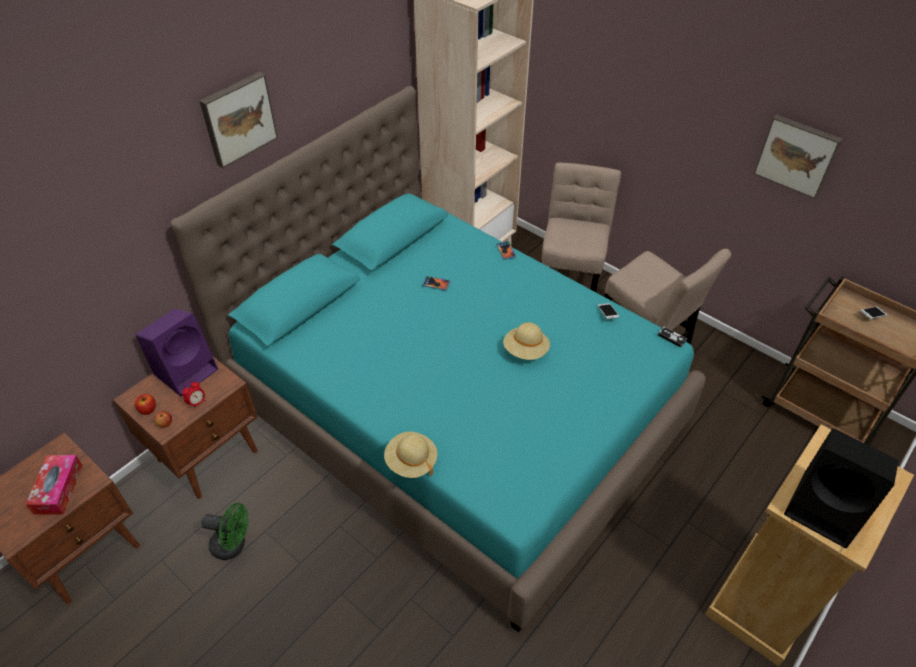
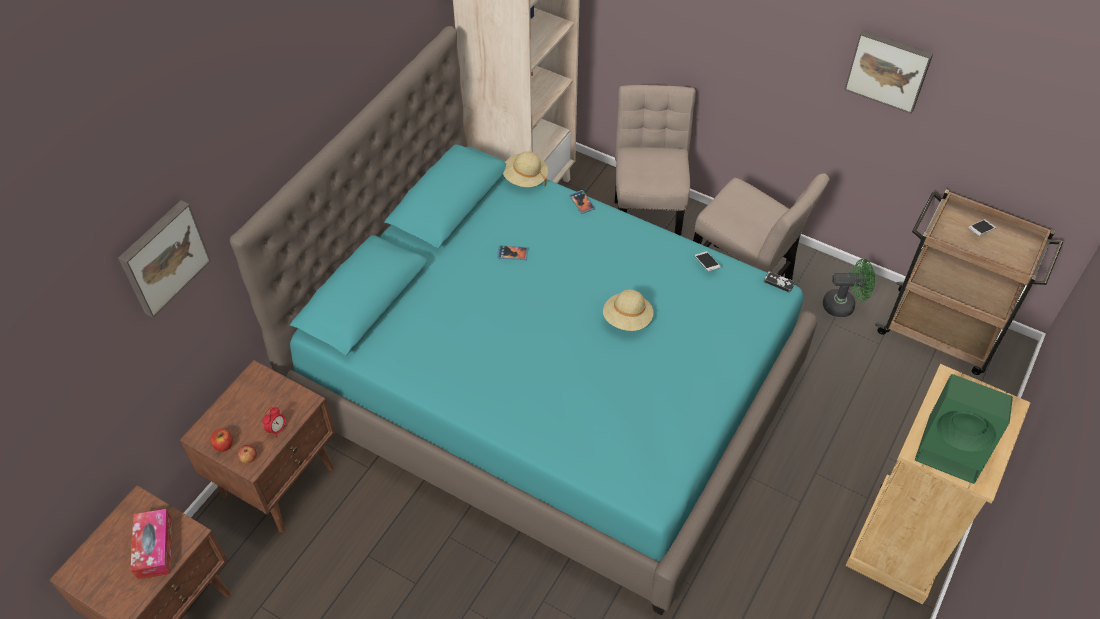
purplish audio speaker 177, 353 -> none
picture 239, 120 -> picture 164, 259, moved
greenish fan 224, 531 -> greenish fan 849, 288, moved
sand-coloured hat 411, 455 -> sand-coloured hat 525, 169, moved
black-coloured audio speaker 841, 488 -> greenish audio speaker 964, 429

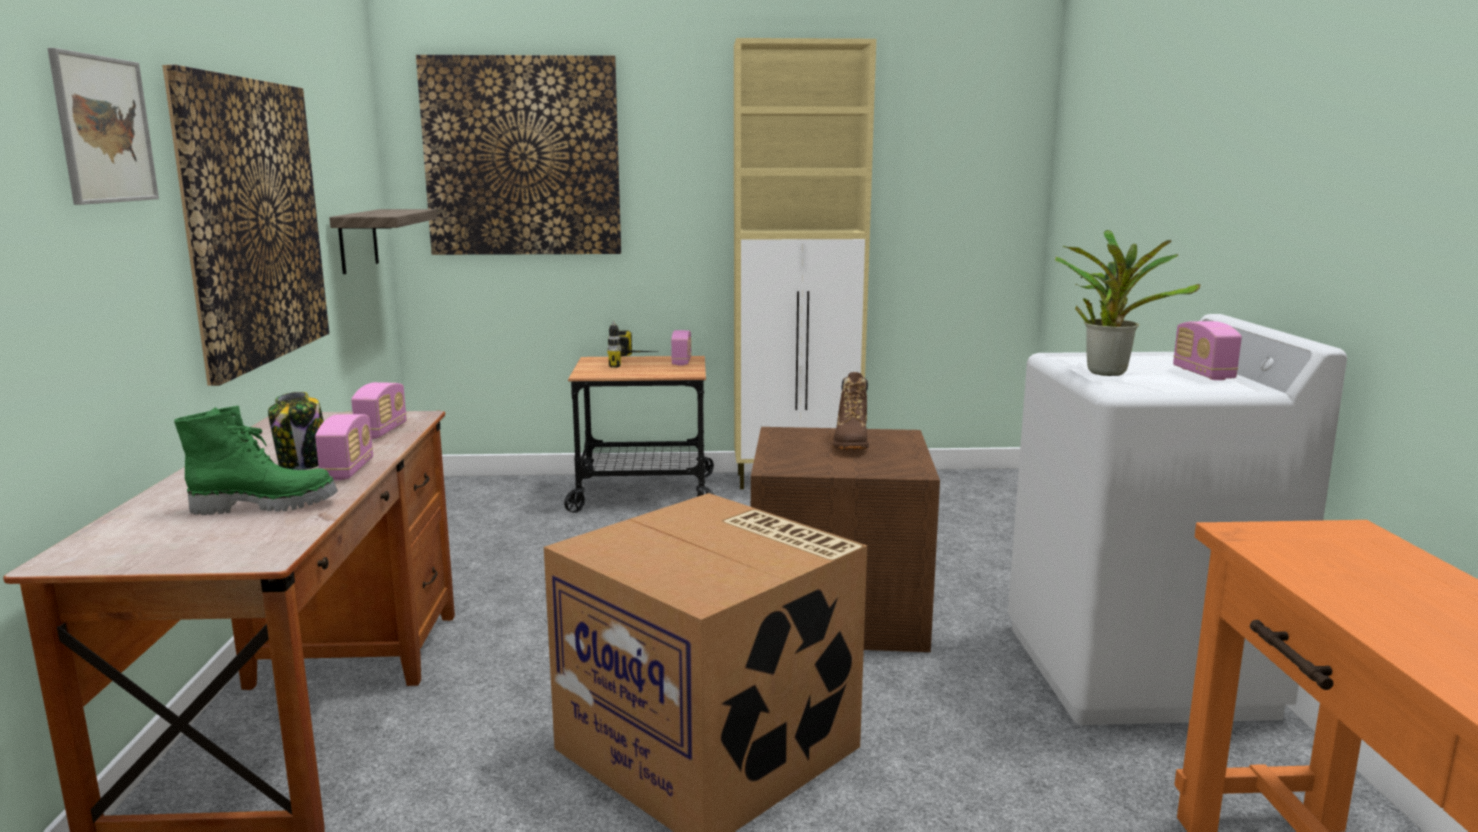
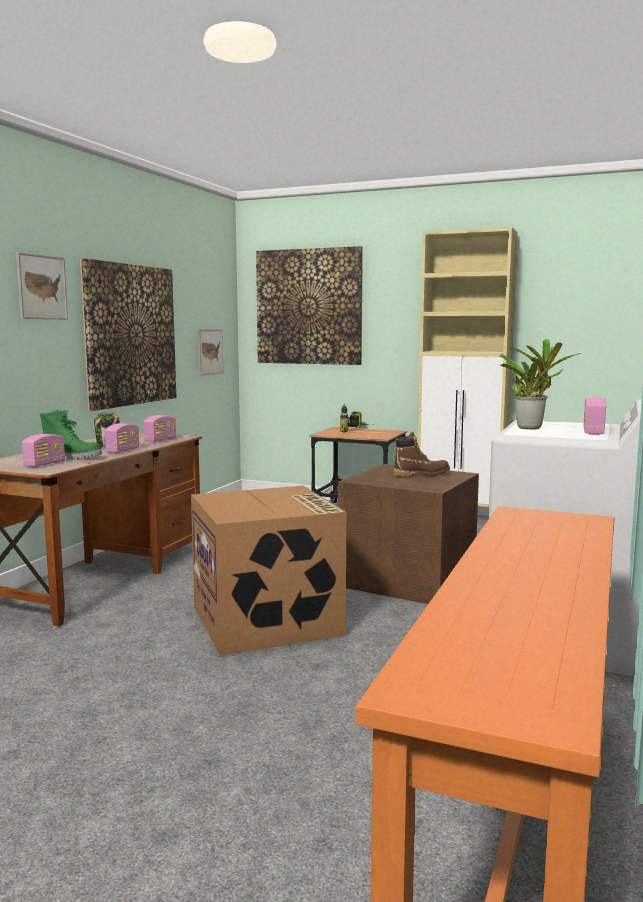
radio 681, 347 -> radio 43, 451, moved
wall shelf 383, 241 -> picture 210, 352
brown-coloured high-top boot 851, 411 -> brown-coloured high-top boot 421, 454, 135 degrees counterclockwise

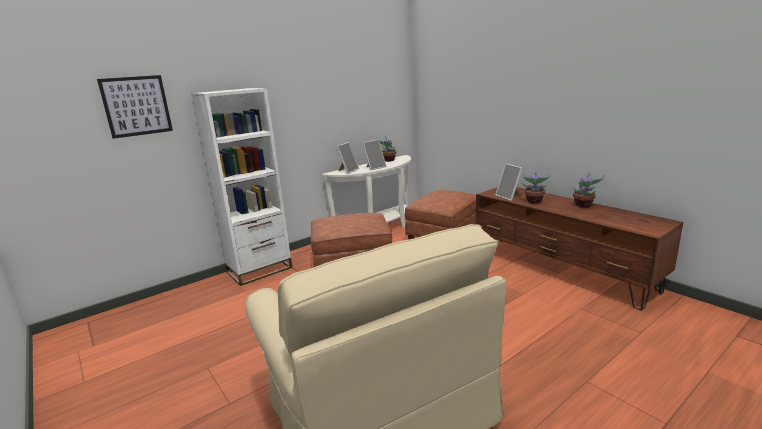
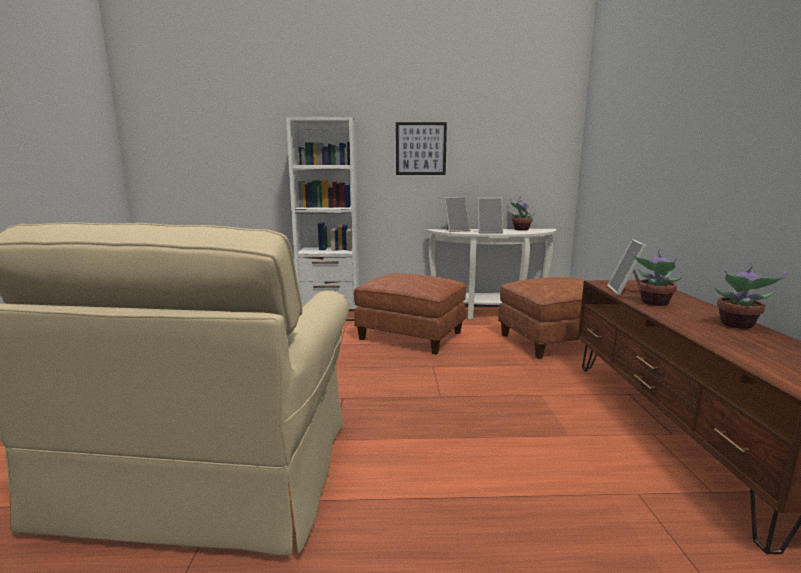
picture 135, 107 -> picture 421, 148, moved

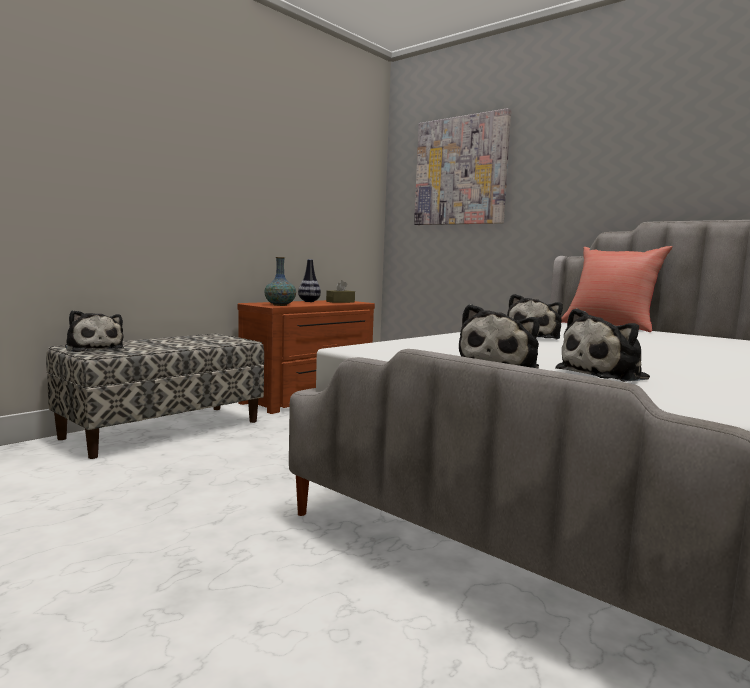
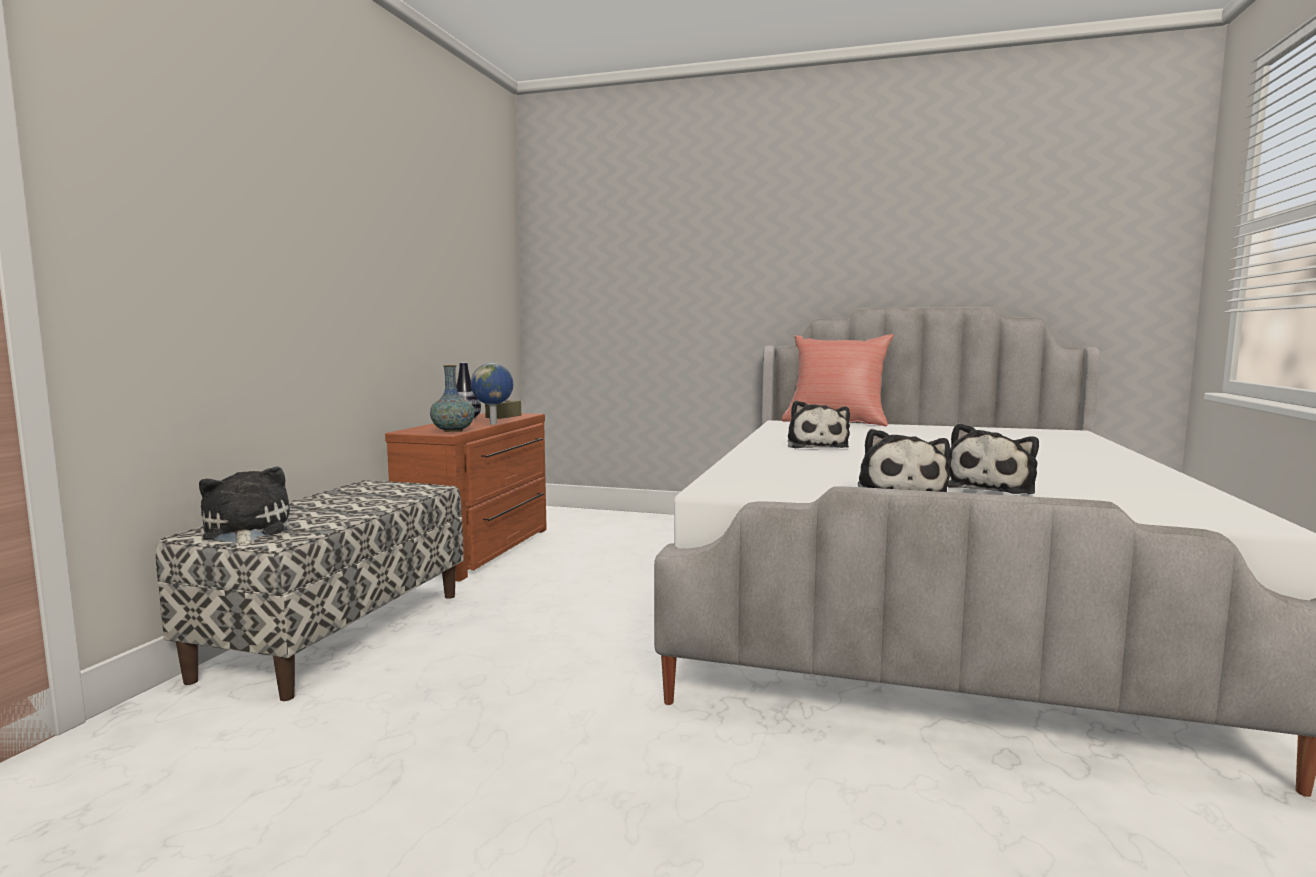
picture 462, 166 -> none
none -> globe 492, 393
plush toy 94, 331 -> plush toy 244, 506, 135 degrees counterclockwise

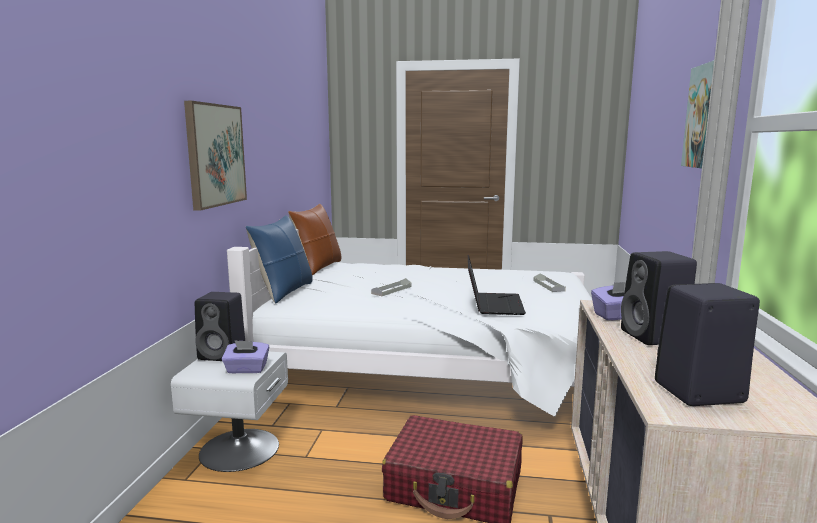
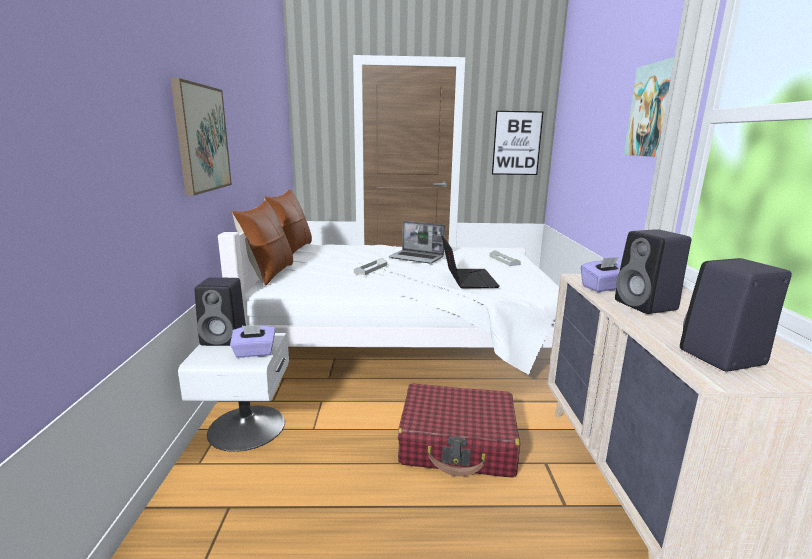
none -> portable computer 417, 242
none -> picture 517, 143
blue throw pillow 279, 259 -> brown-coloured throw pillow 262, 243

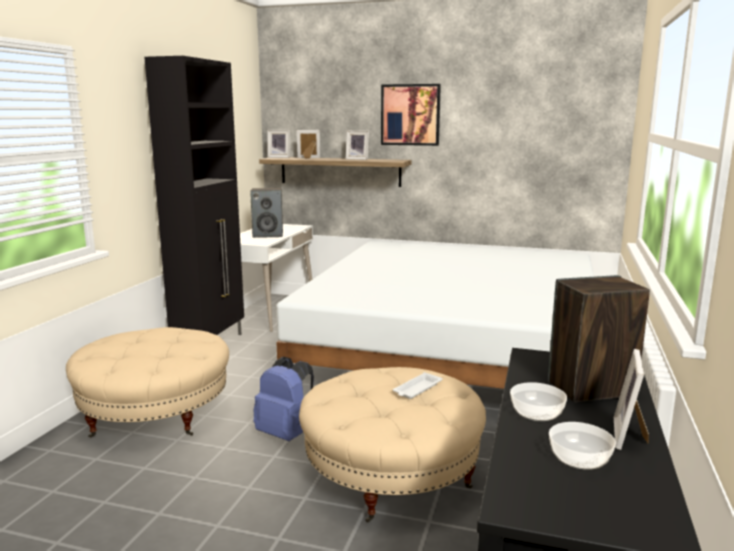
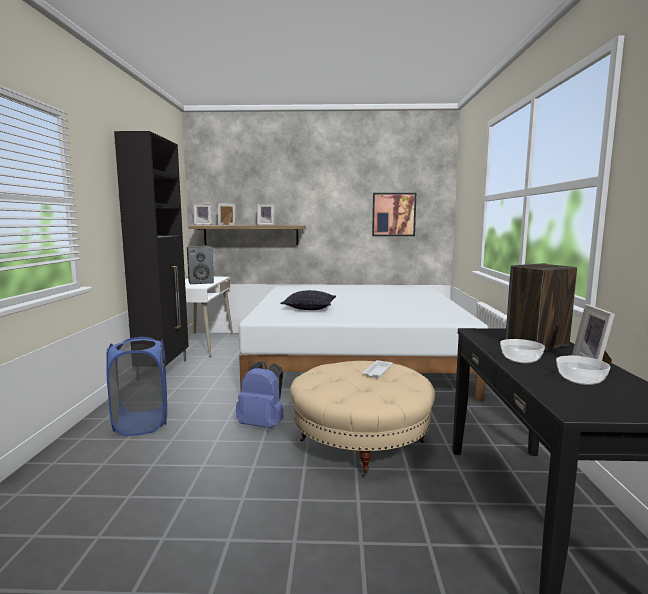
none -> throw pillow 308, 300
picture 411, 115 -> picture 394, 214, moved
sand-coloured pouffe 147, 382 -> blue washing basket 136, 386

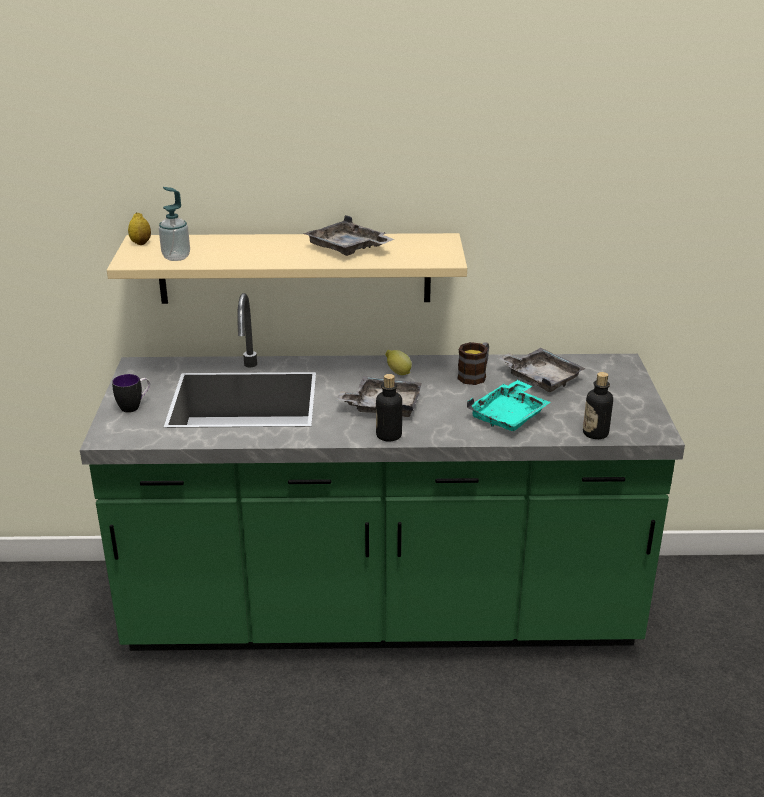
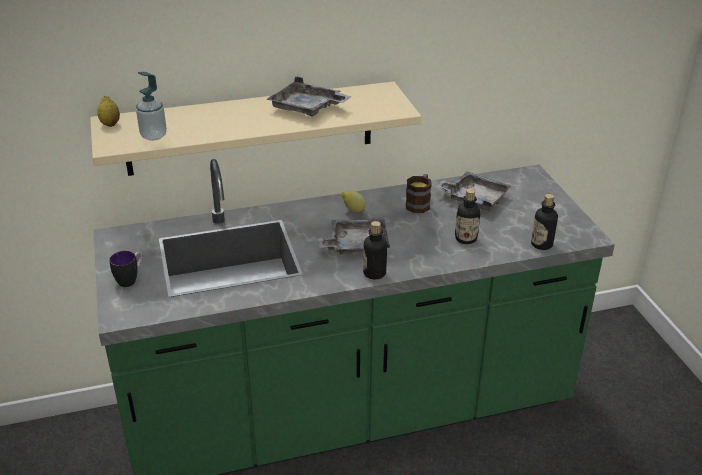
blue-green carrying tray 509, 405 -> beverage bottle 467, 216

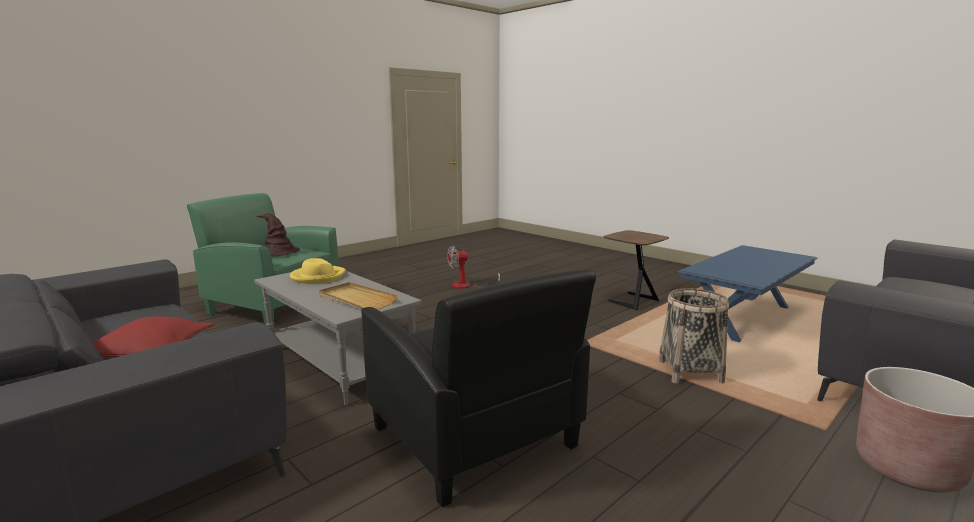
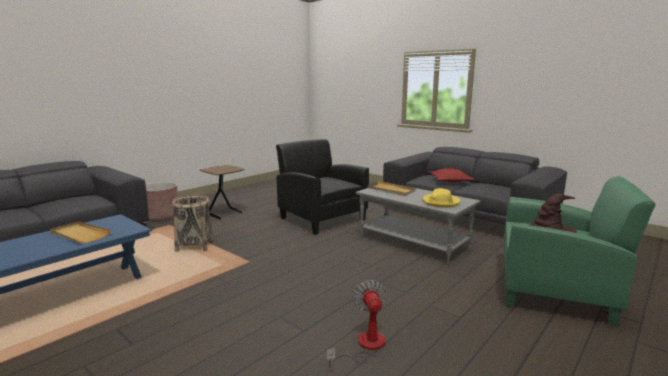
none -> sand-coloured carrying tray 80, 232
brown-coloured side table 636, 270 -> brown-coloured side table 222, 192, moved
fan 473, 267 -> fan 356, 324, 75 degrees counterclockwise

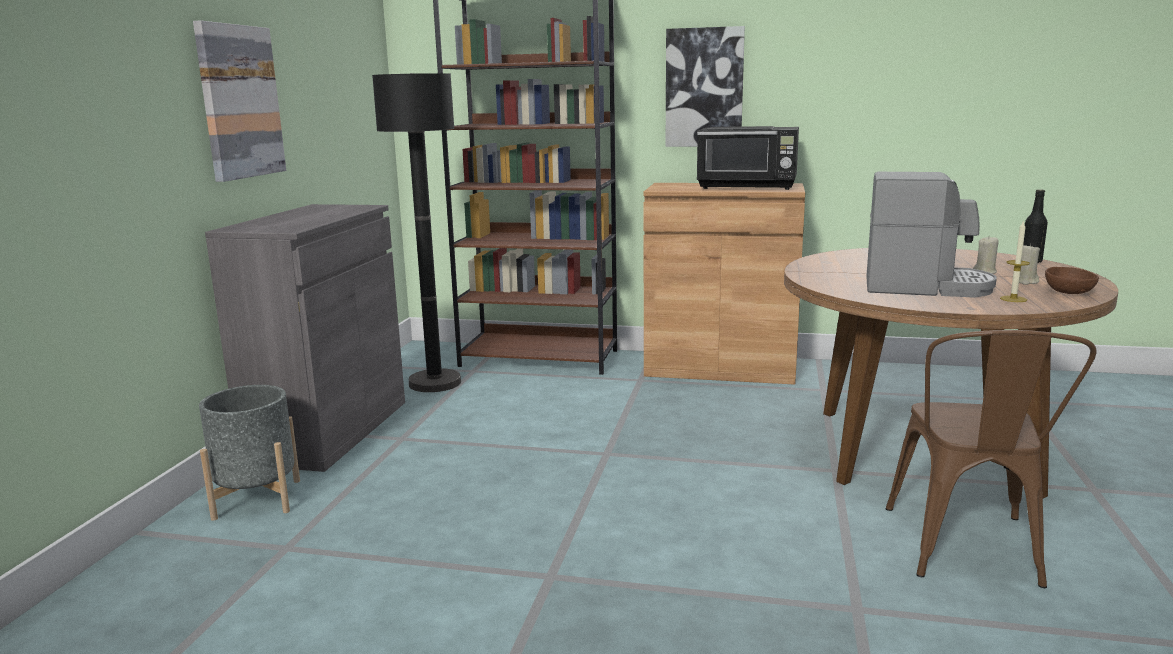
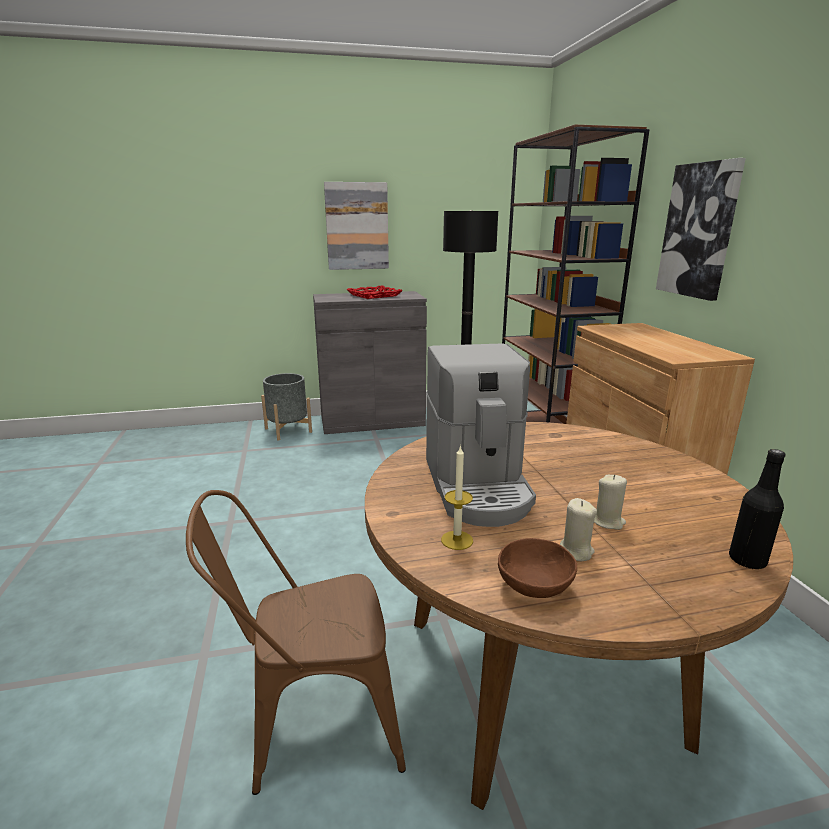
black-coloured microwave 748, 158 -> none
none -> red carrying tray 374, 292

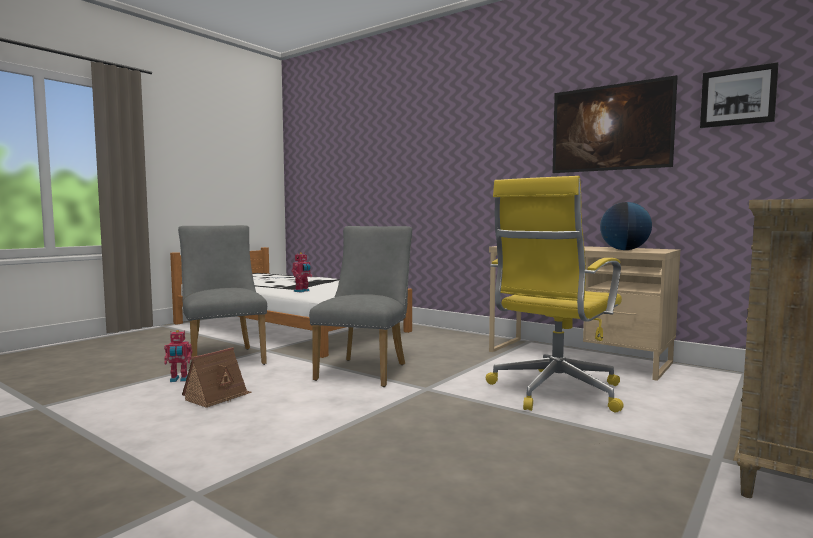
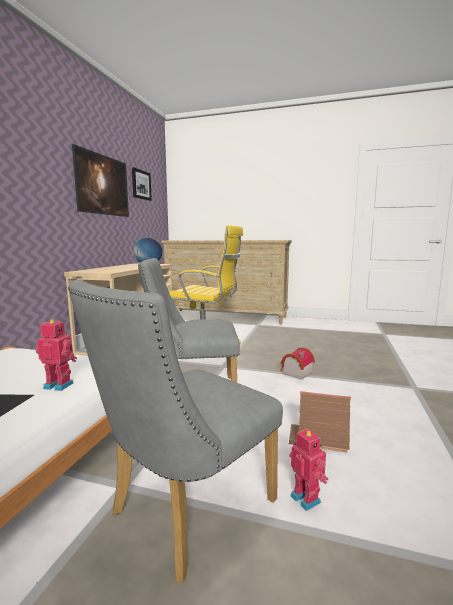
none -> miniature house 297, 363

